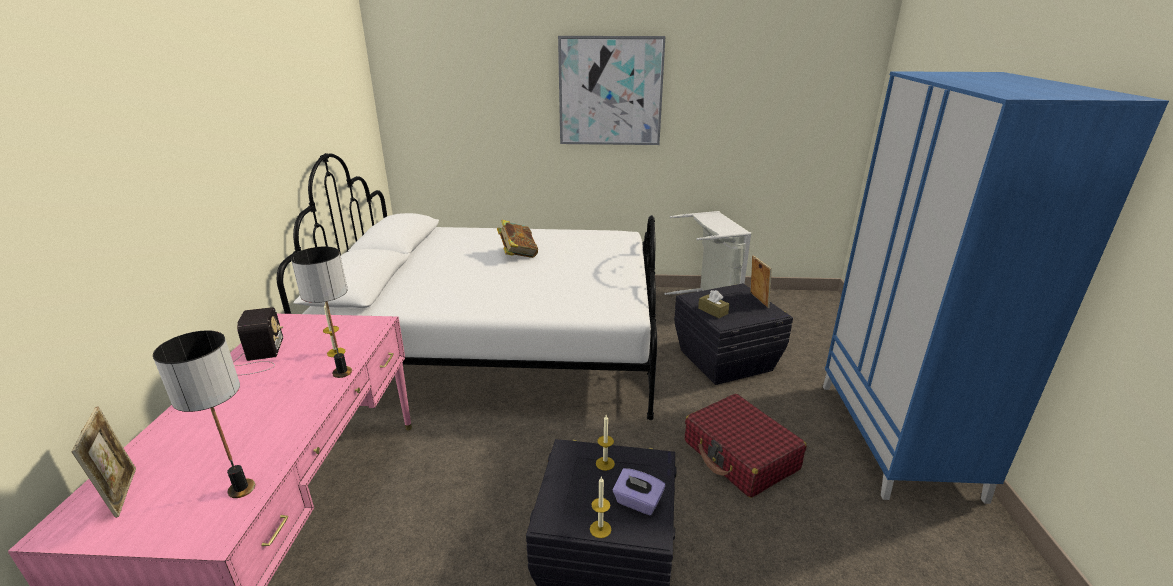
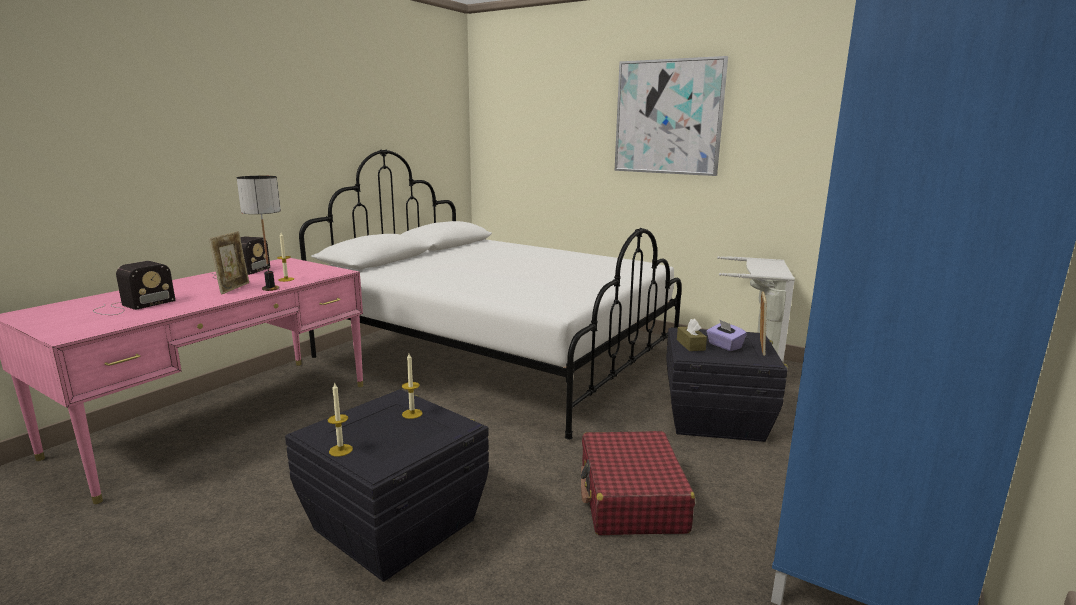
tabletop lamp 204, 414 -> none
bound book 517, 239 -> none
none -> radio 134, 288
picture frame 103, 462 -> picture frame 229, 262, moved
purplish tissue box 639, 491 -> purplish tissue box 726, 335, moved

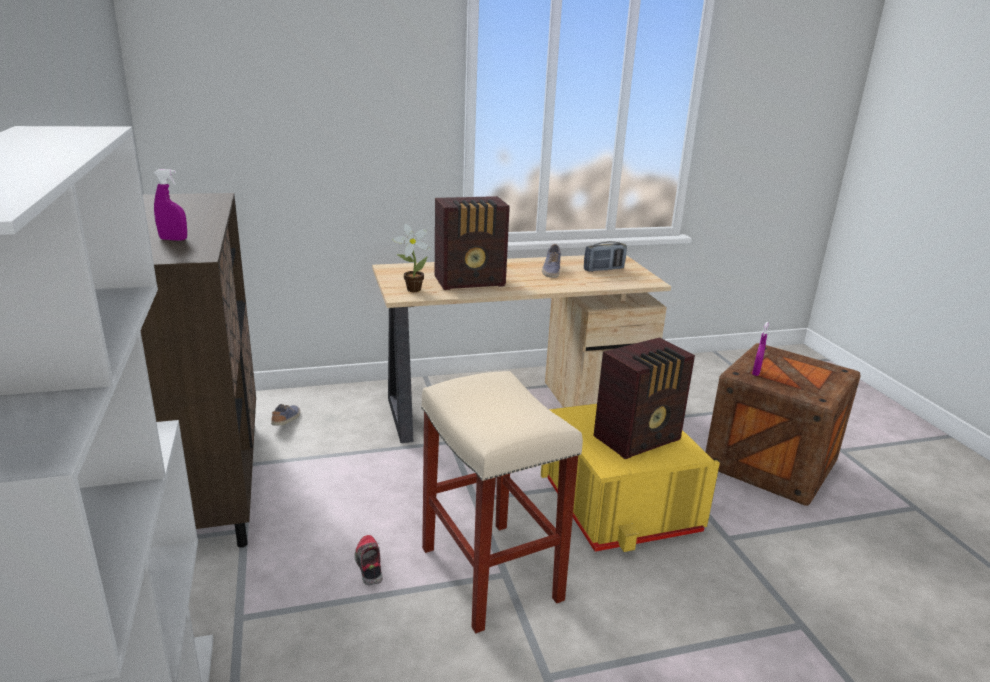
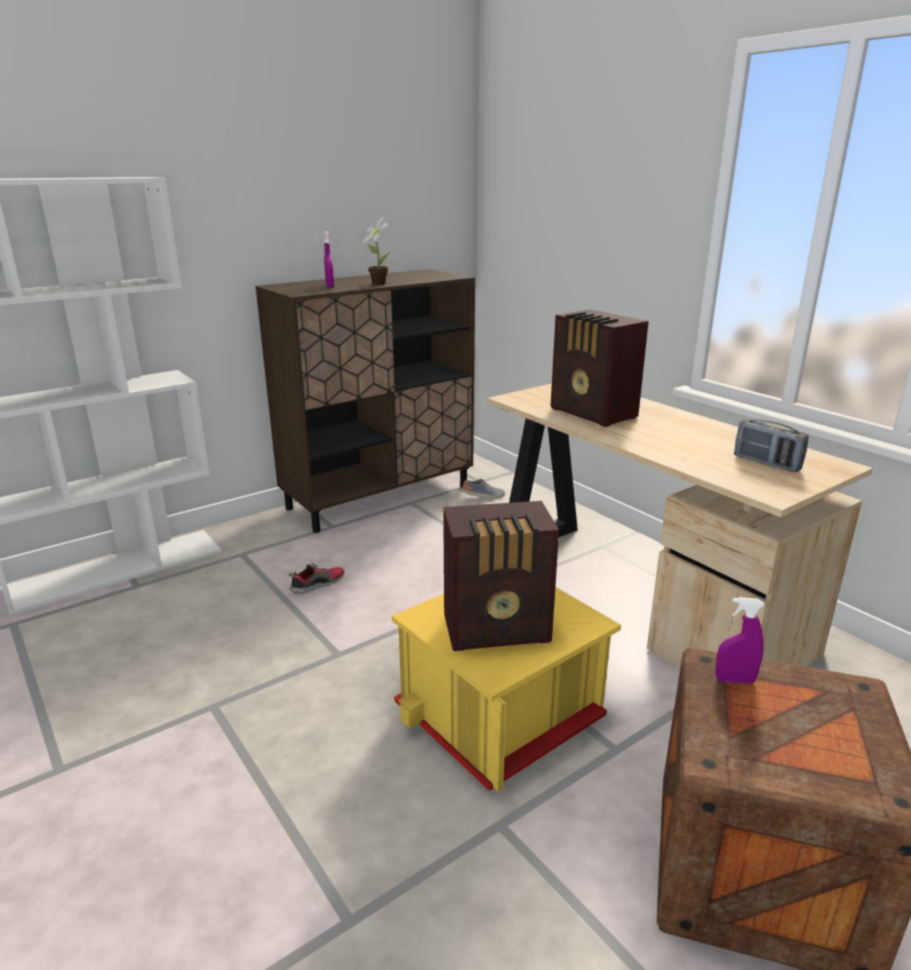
sand-coloured stool 502, 502 -> none
shoe 551, 261 -> none
houseplant 412, 258 -> houseplant 376, 251, moved
radio 644, 398 -> radio 501, 576, 45 degrees counterclockwise

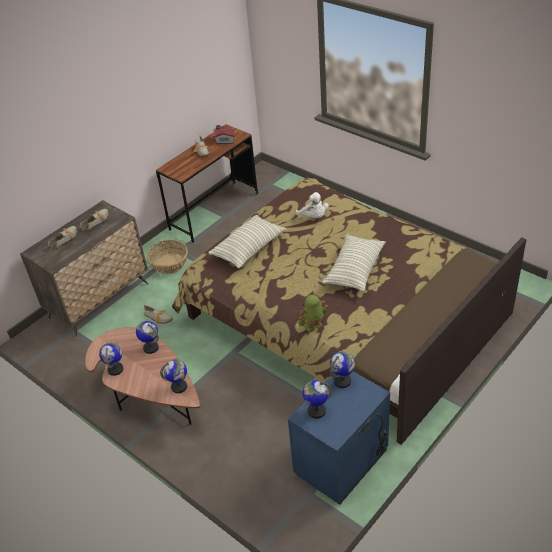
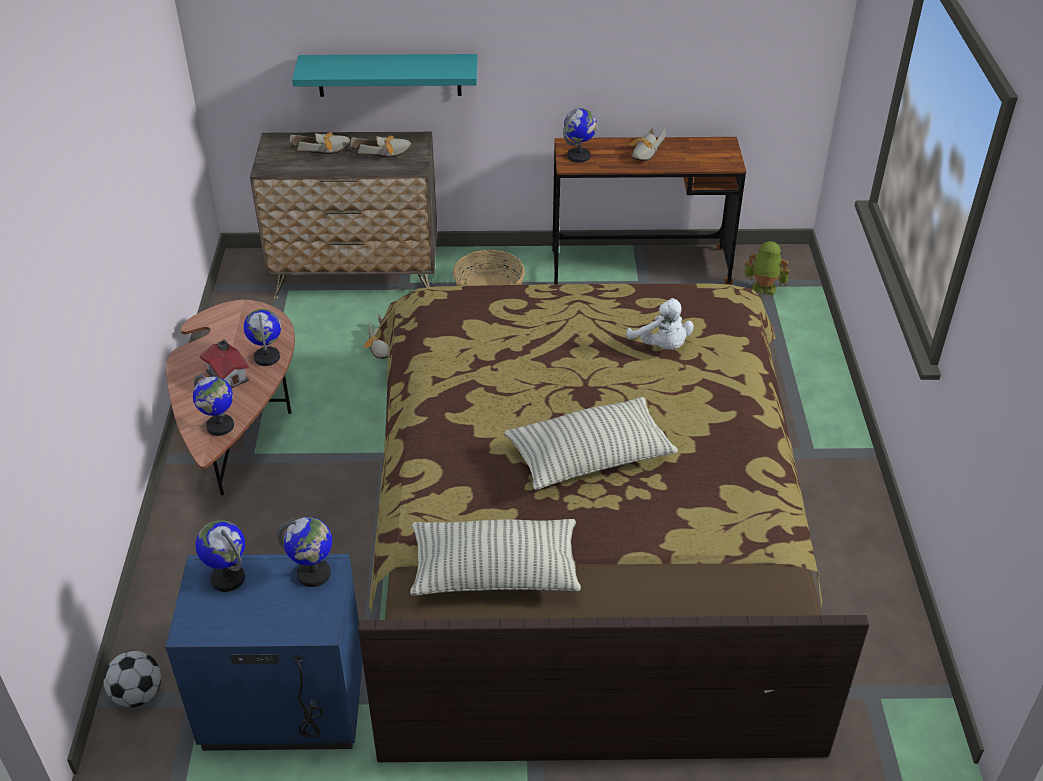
none -> football ball 132, 679
none -> blue-green wall shelf 384, 75
globe 111, 359 -> globe 580, 135, moved
throw pillow 247, 241 -> throw pillow 495, 557, moved
miniature house 224, 134 -> miniature house 224, 364, moved
model robot 313, 314 -> model robot 767, 268, moved
white plush toy 312, 205 -> white plush toy 660, 324, 45 degrees counterclockwise

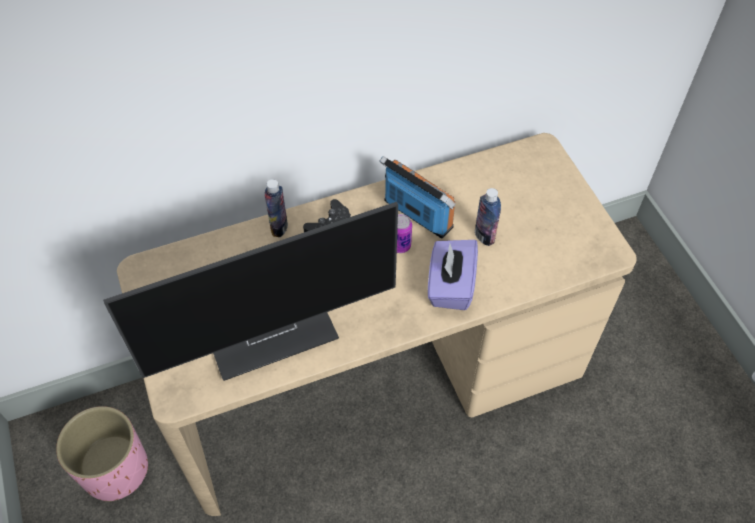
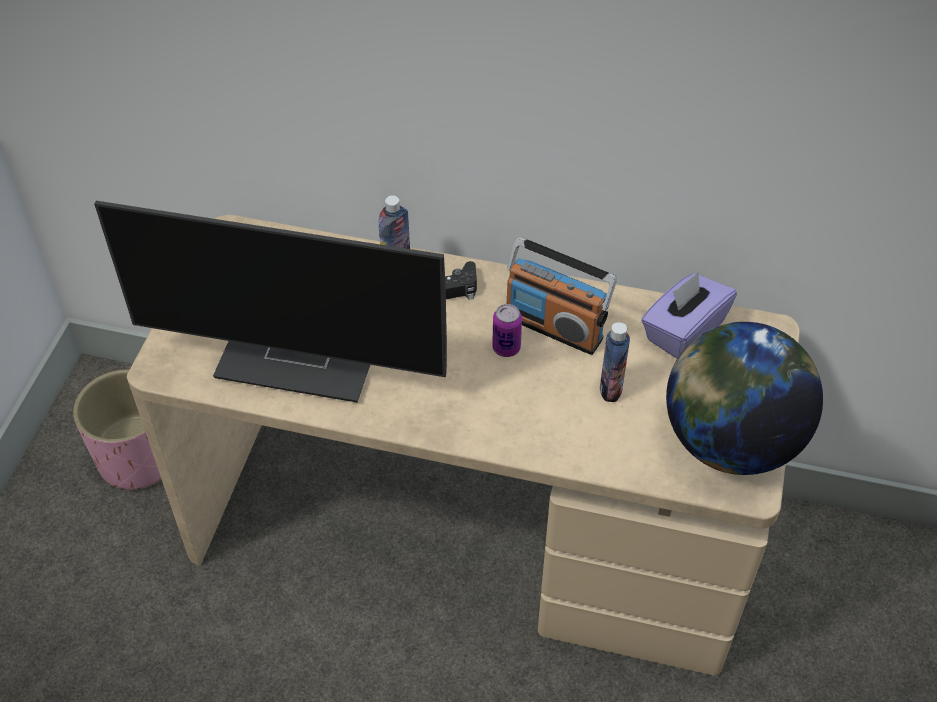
none -> globe 744, 398
purplish tissue box 453, 275 -> purplish tissue box 689, 315, moved
radio 418, 197 -> radio 562, 296, 135 degrees clockwise

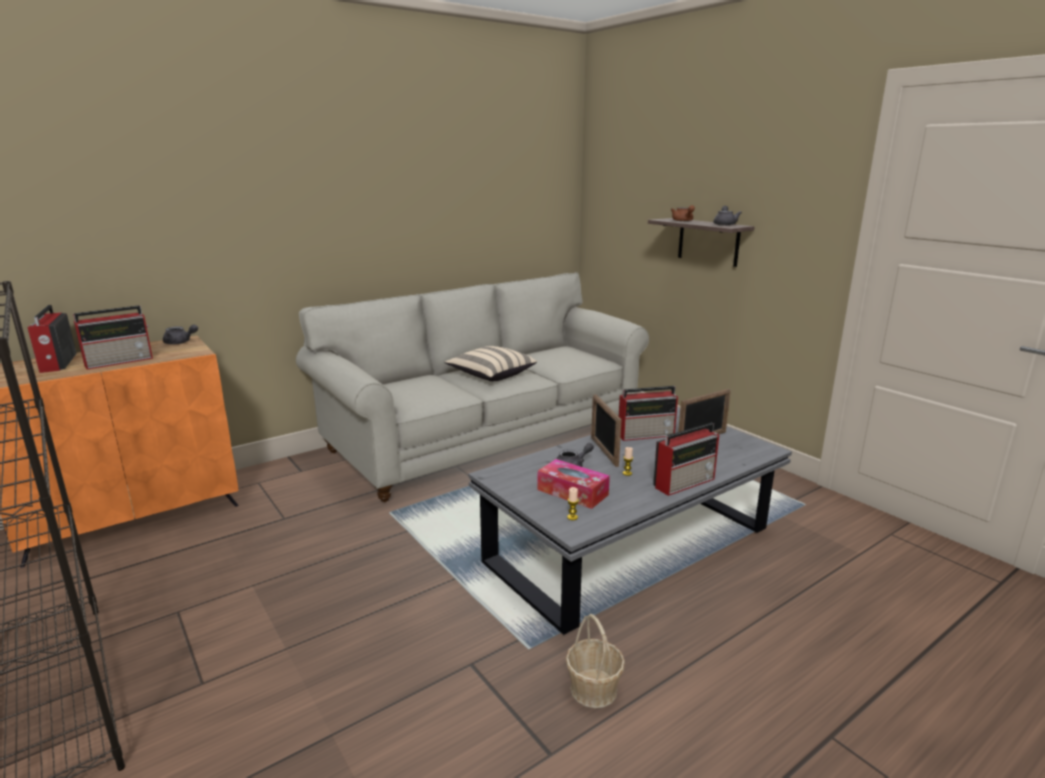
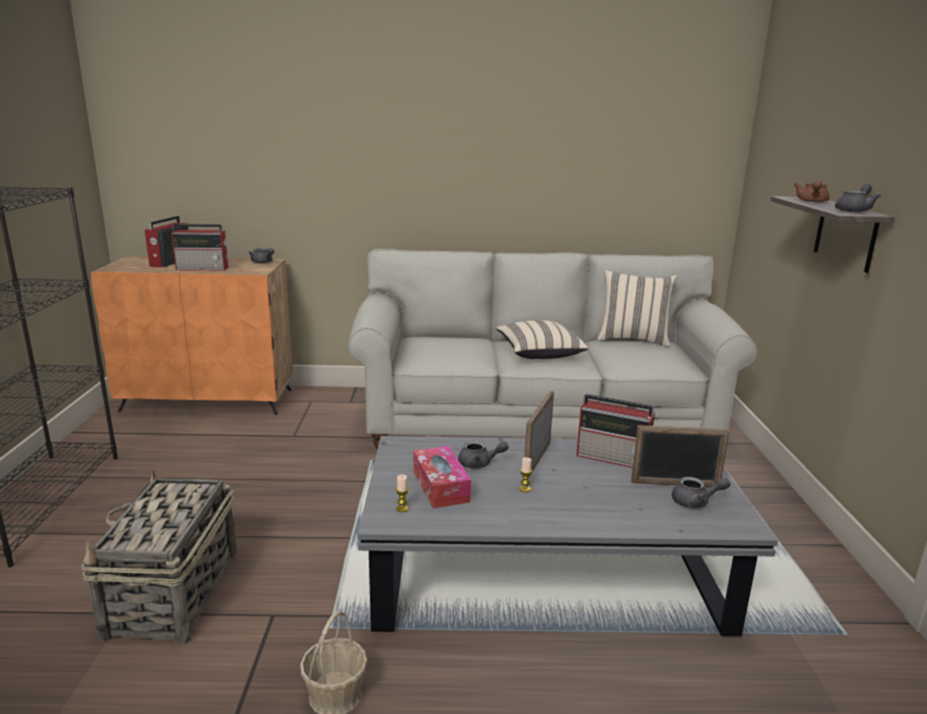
radio 686, 459 -> none
none -> storage basket 159, 557
none -> sand-coloured throw pillow 637, 308
none -> greyish tea pot 701, 492

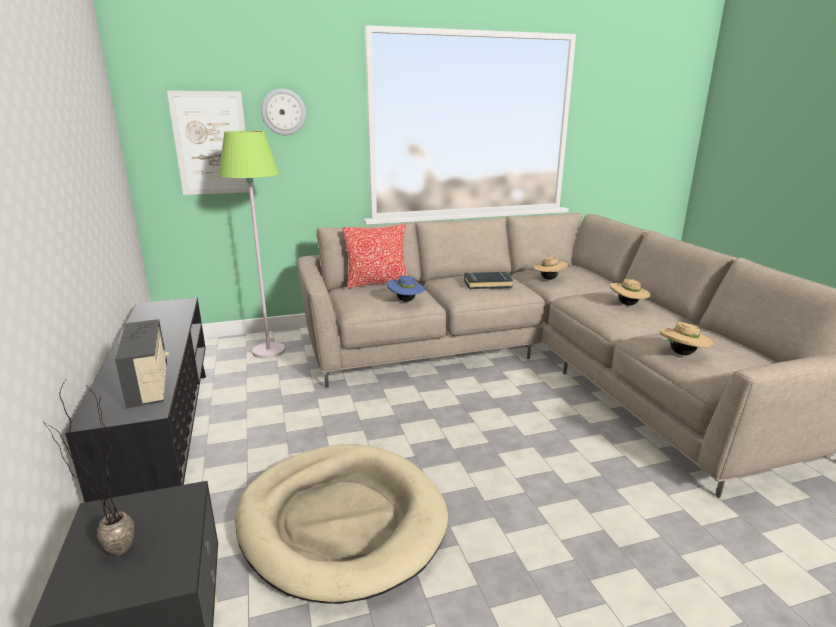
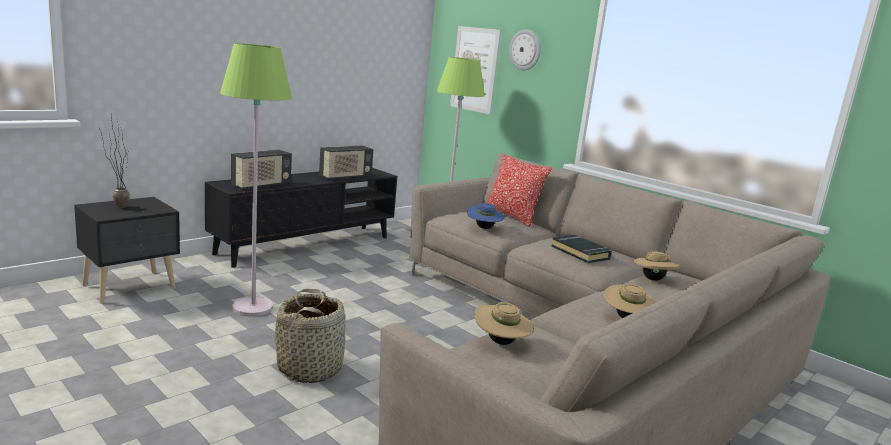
none -> storage basket 310, 336
none -> radio 346, 163
sand-coloured pet bed 341, 524 -> greenish floor lamp 256, 179

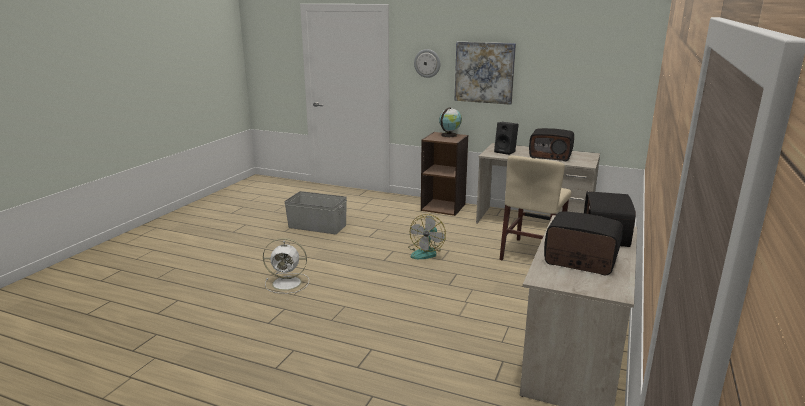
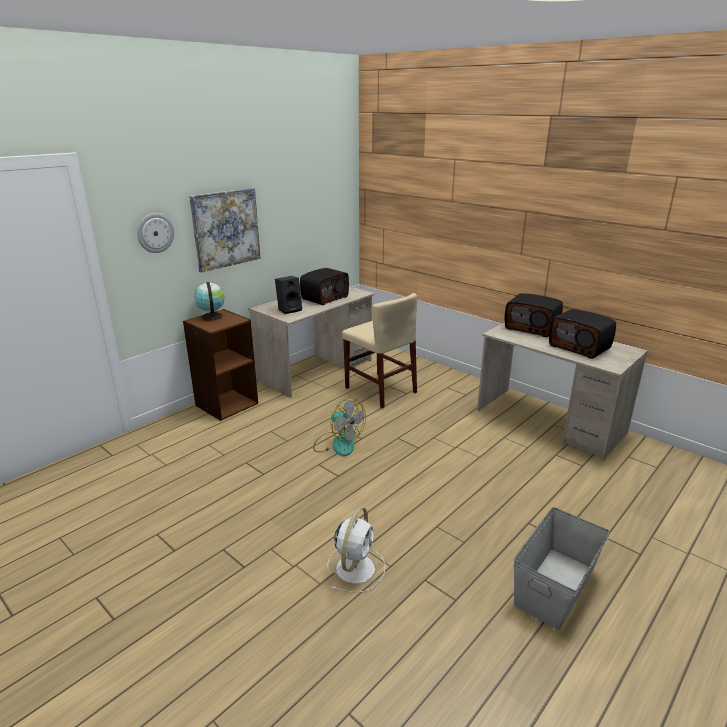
greyish storage box 315, 212 -> greyish storage box 561, 568, moved
radio 583, 243 -> radio 582, 334, 90 degrees counterclockwise

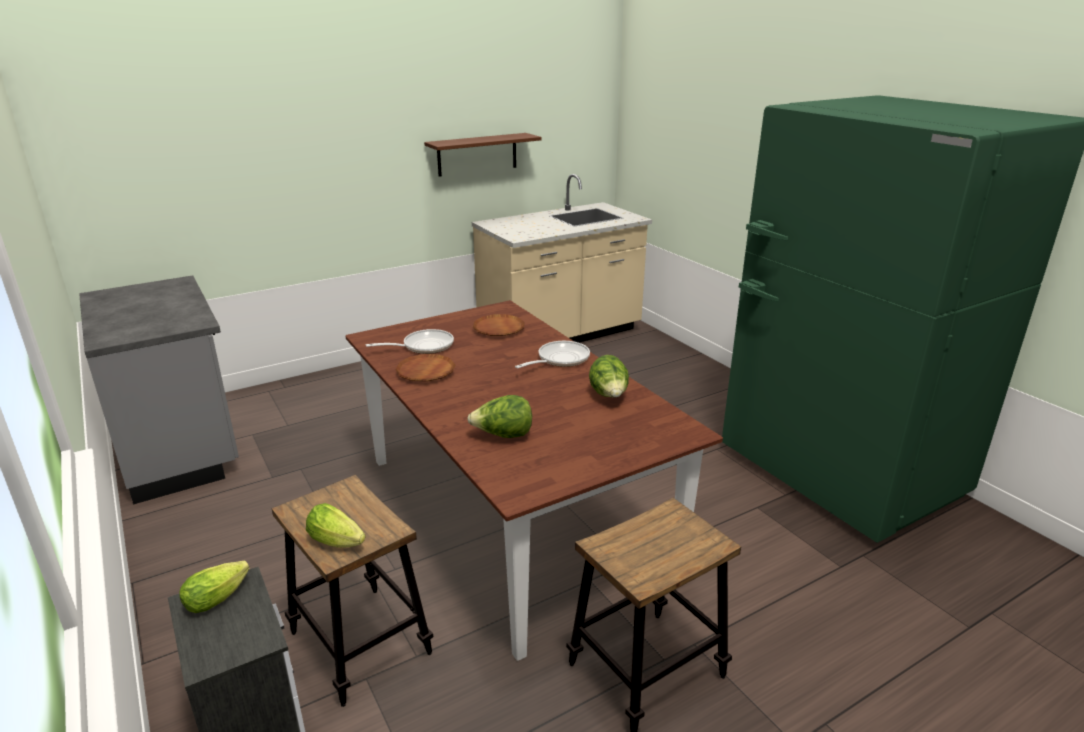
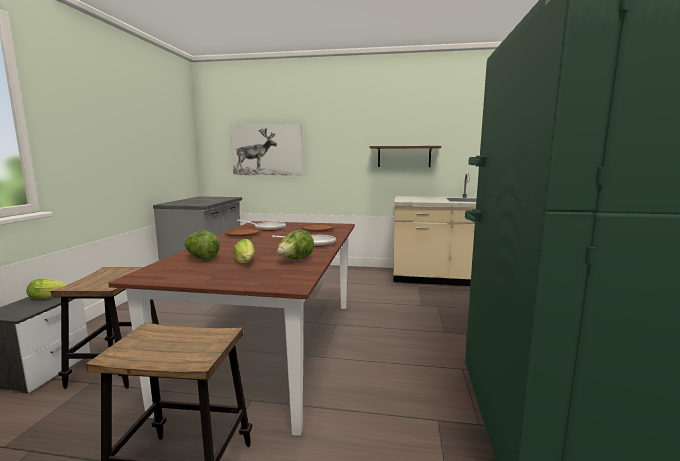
none -> picture 266, 150
head of lettuce 335, 525 -> head of lettuce 244, 251, moved

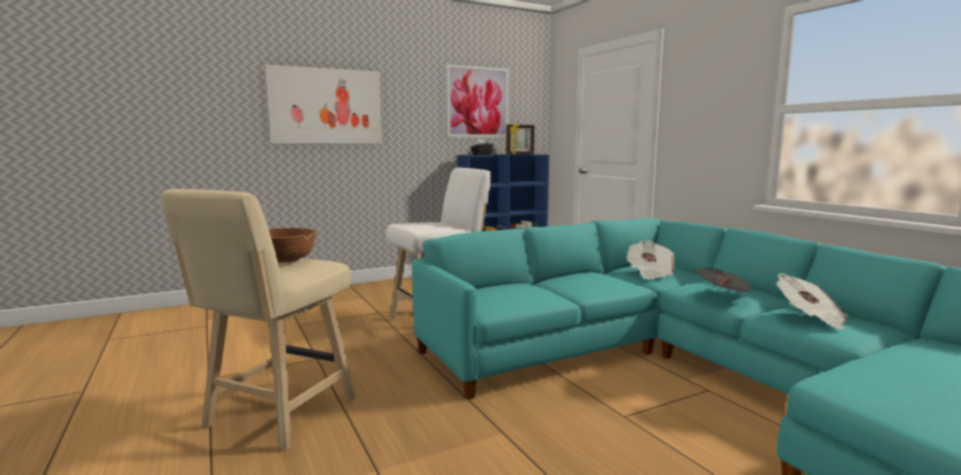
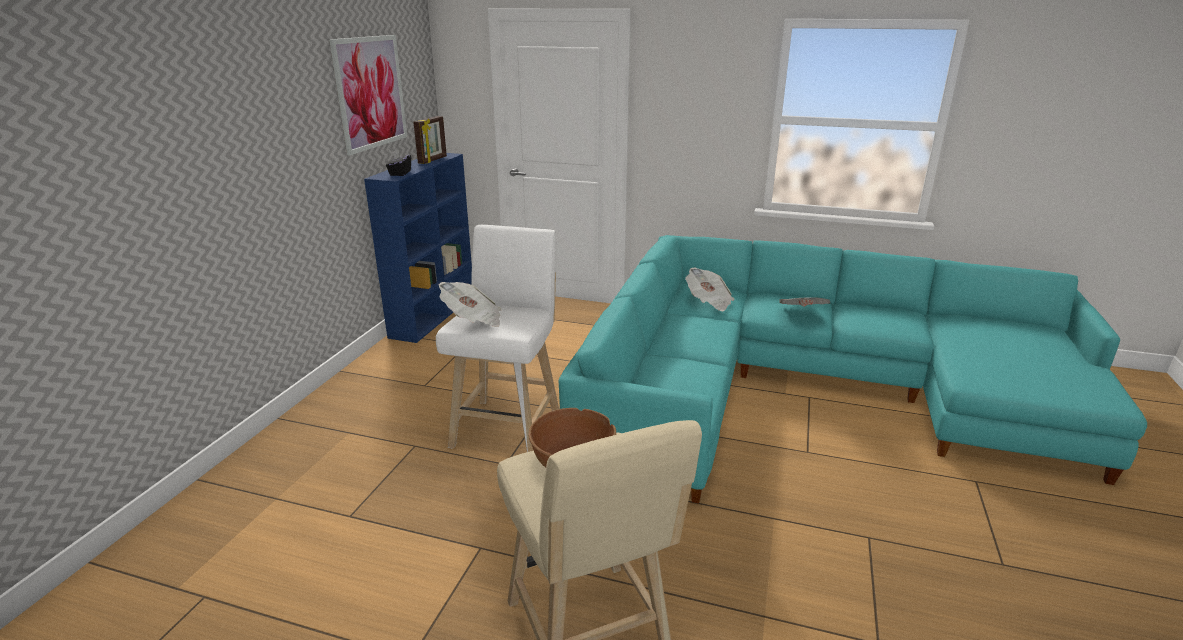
picture 323, 103 -> none
daily paper 812, 301 -> daily paper 470, 304, moved

